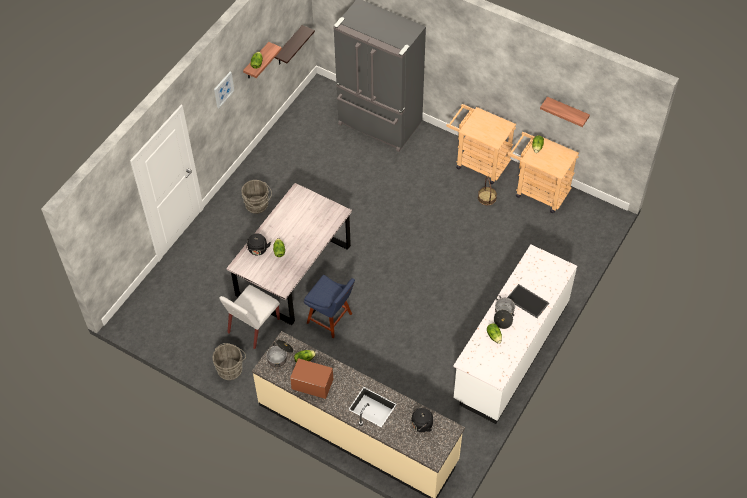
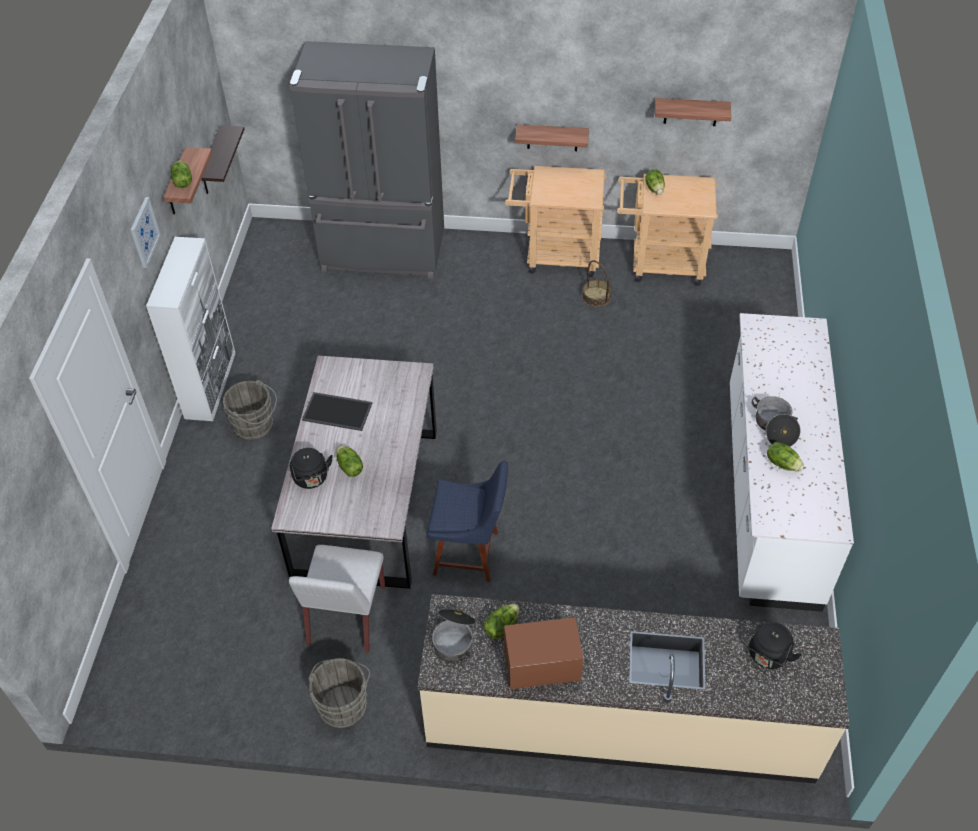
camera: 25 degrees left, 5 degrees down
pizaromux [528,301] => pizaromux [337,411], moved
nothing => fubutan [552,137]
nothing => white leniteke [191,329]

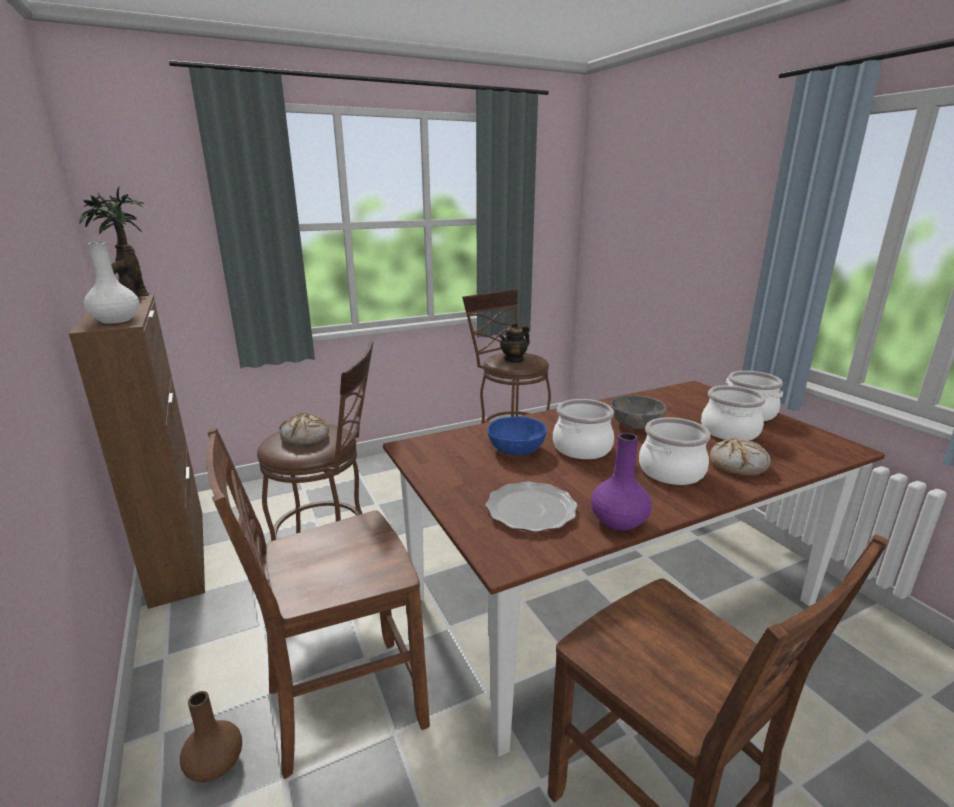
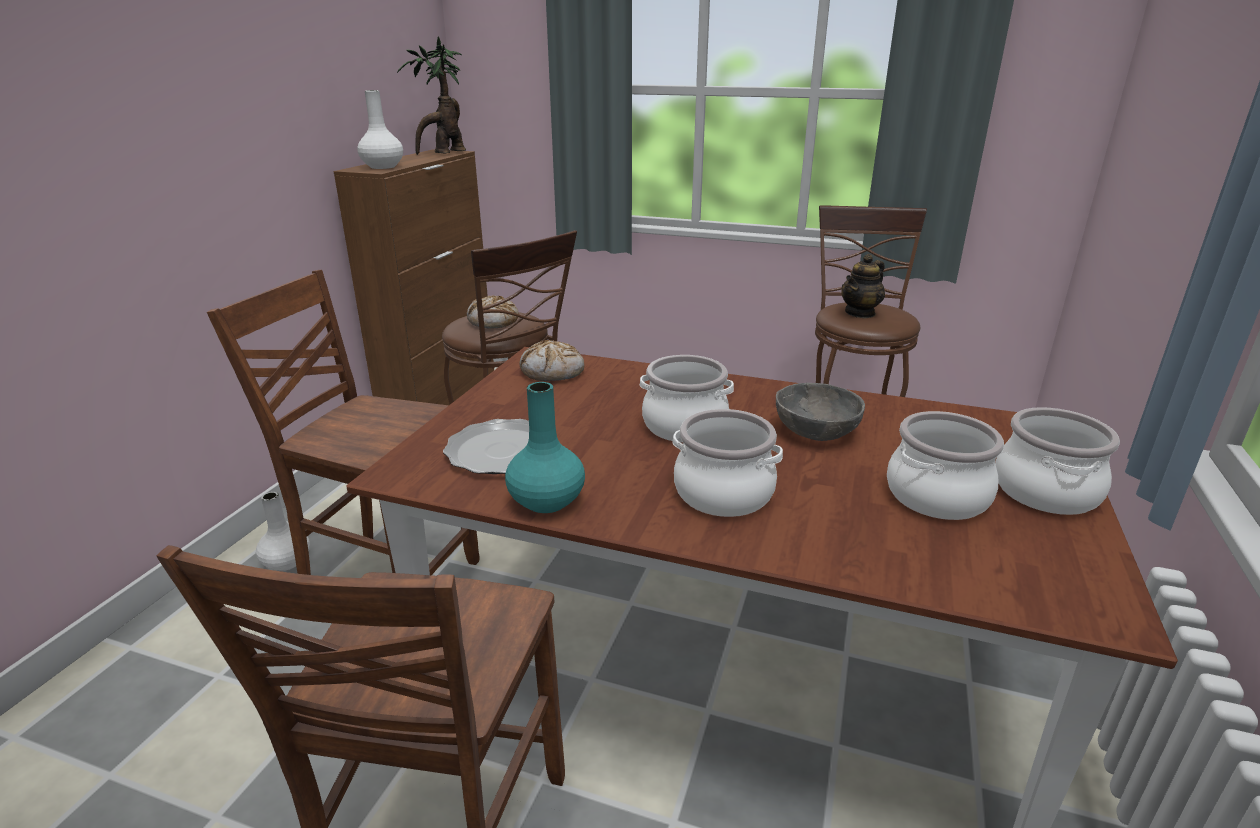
camera: 45 degrees right, 5 degrees up
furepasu [514,342] => furepasu [863,286], 45 degrees counterclockwise
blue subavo [517,435] => nothing
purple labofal [621,482] => turquoise labofal [545,447]
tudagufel [740,457] => tudagufel [552,360], moved
brown labofal [211,736] => white labofal [283,531]

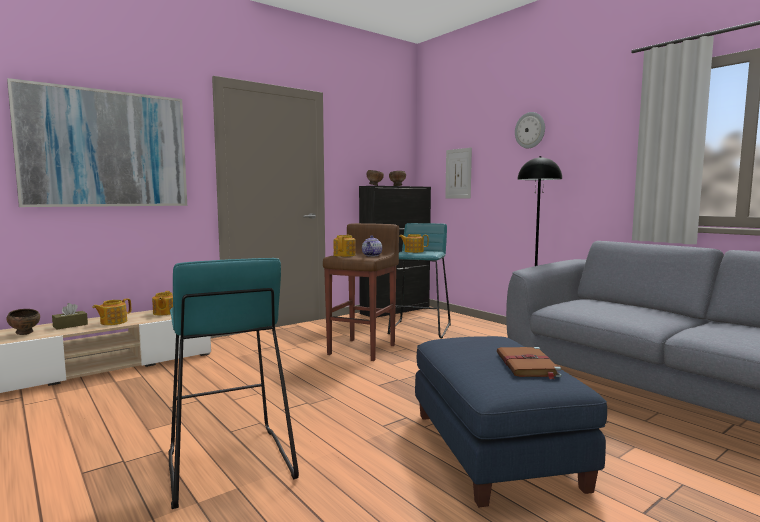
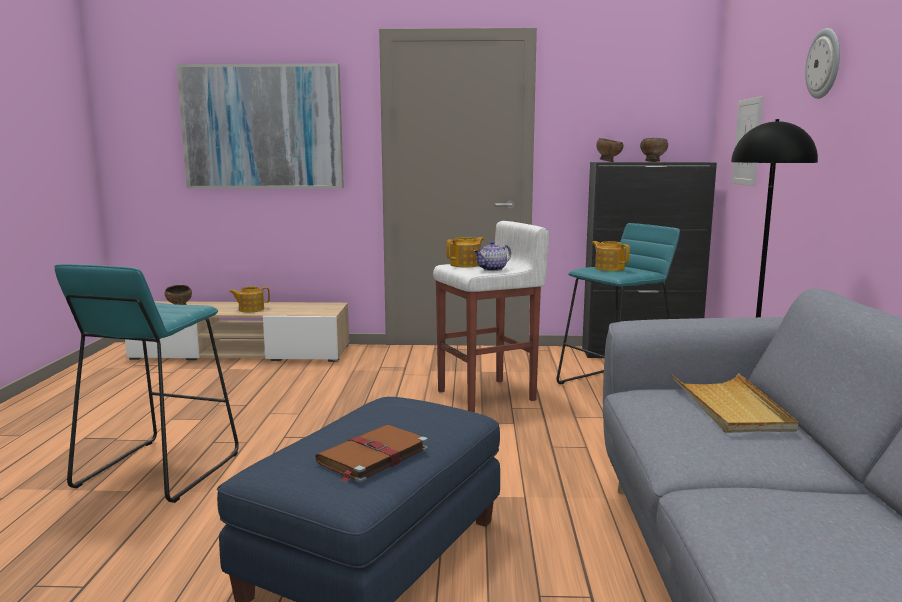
camera: 40 degrees right, 5 degrees up
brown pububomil [361,292] => white pububomil [491,316]
furepasu [162,303] => nothing
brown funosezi [70,316] => nothing
nothing => beige pizaromux [734,403]

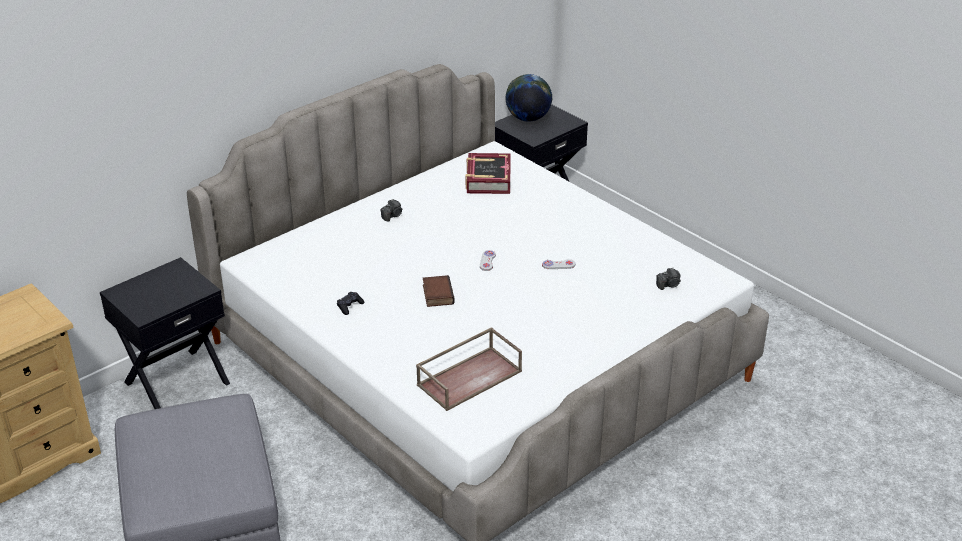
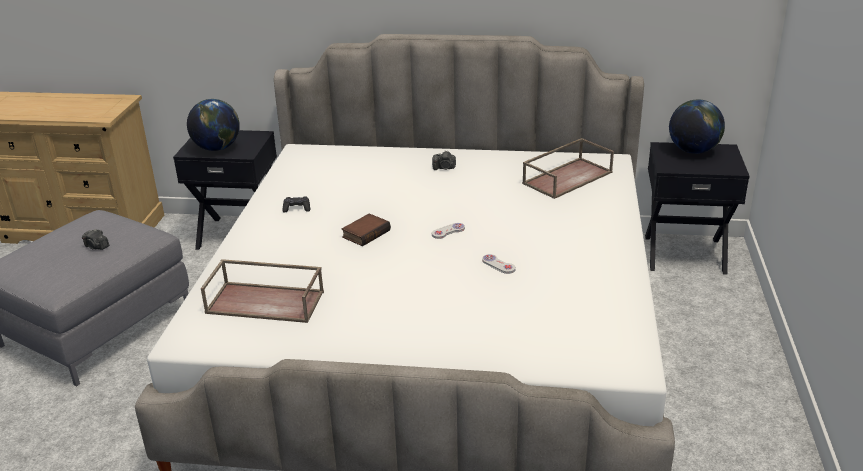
camera: 50 degrees right, 5 degrees down
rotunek [488,173] => brown pizaromux [568,168]
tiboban [668,279] => tiboban [95,239], moved
nothing => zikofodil [213,125]

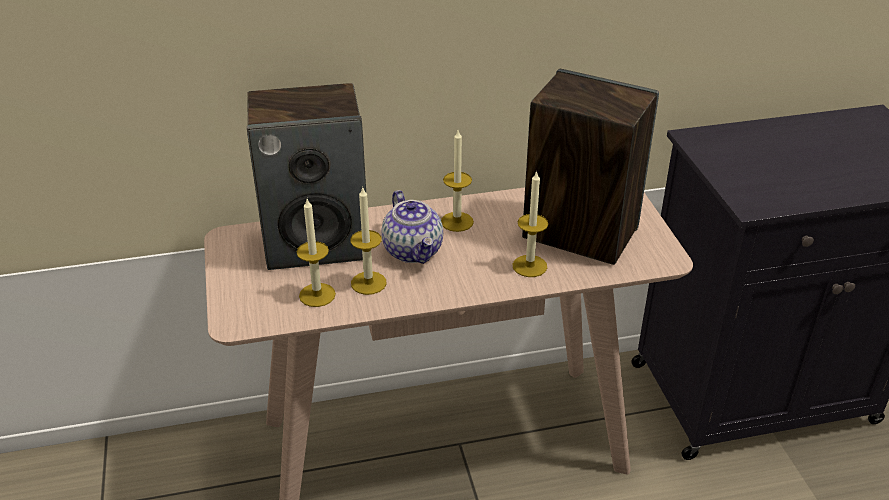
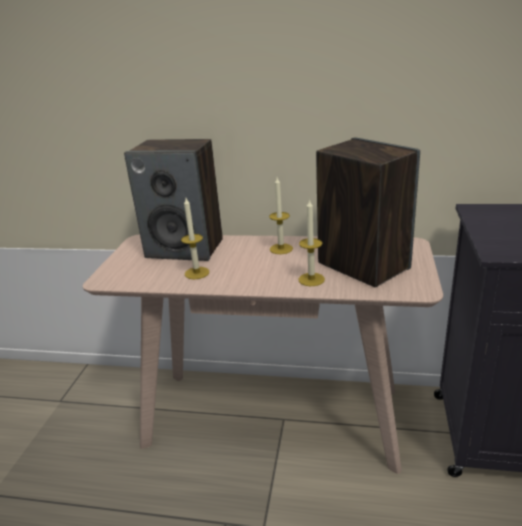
camera: 25 degrees right, 10 degrees down
furepasu [412,227] => nothing
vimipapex [316,253] => nothing

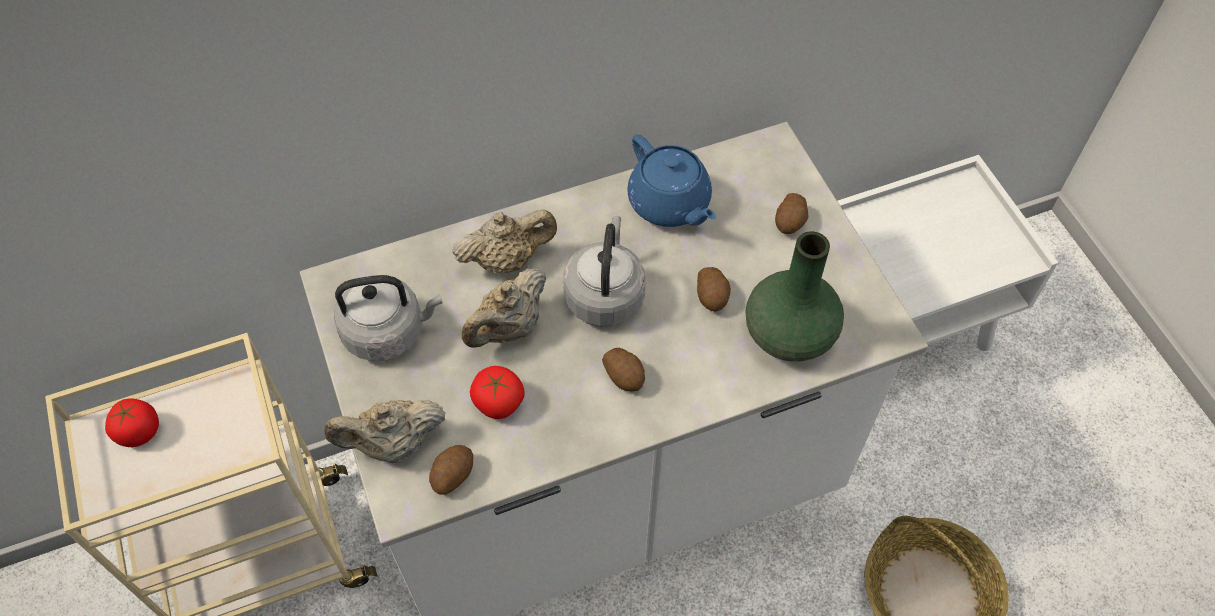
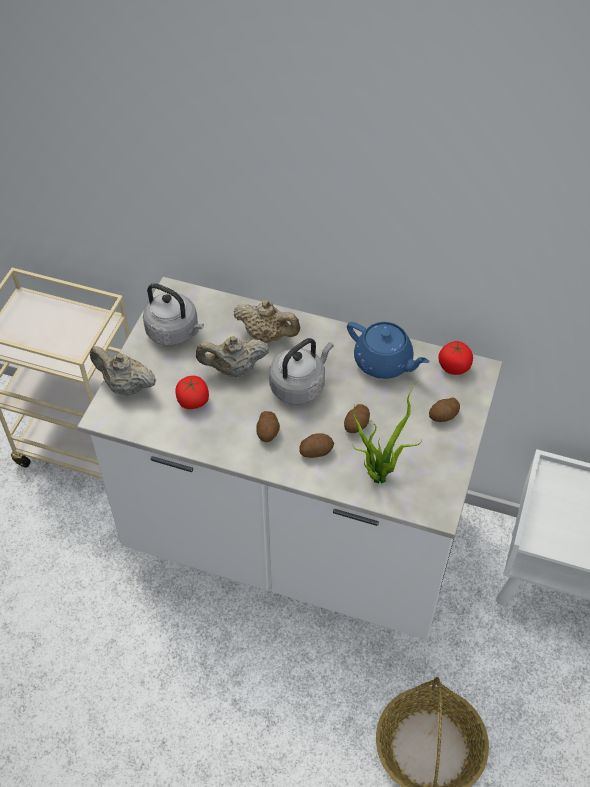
camera: 40 degrees right, 5 degrees down
blue furepasu [671,181] => blue furepasu [388,350], 60 degrees counterclockwise
green labofal [794,296] => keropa [387,432]
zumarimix [132,422] => zumarimix [455,358], moved
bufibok [451,469] => bufibok [316,445], moved

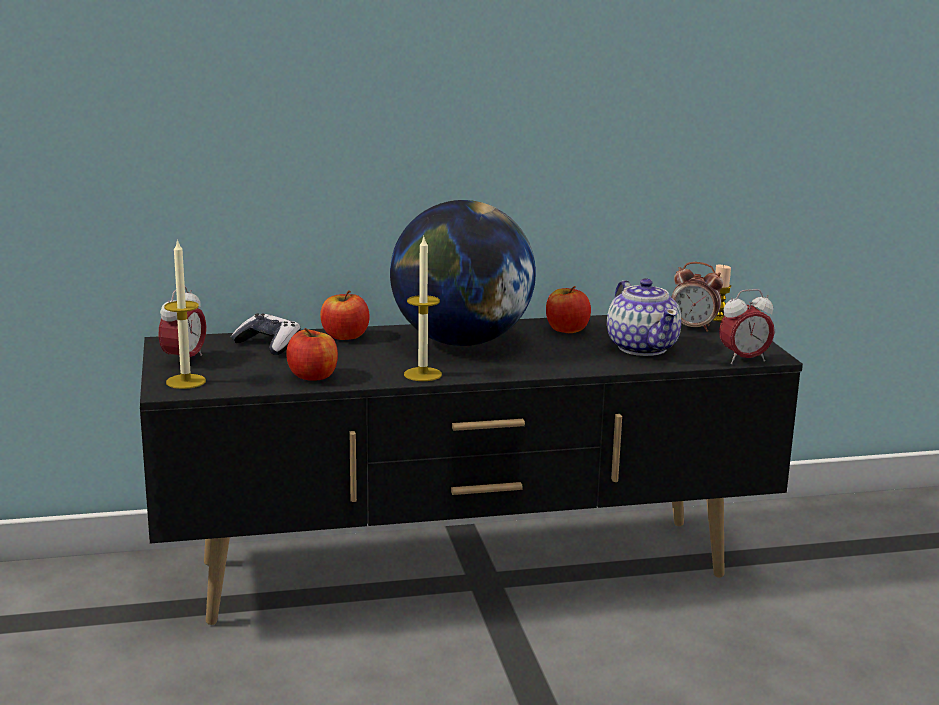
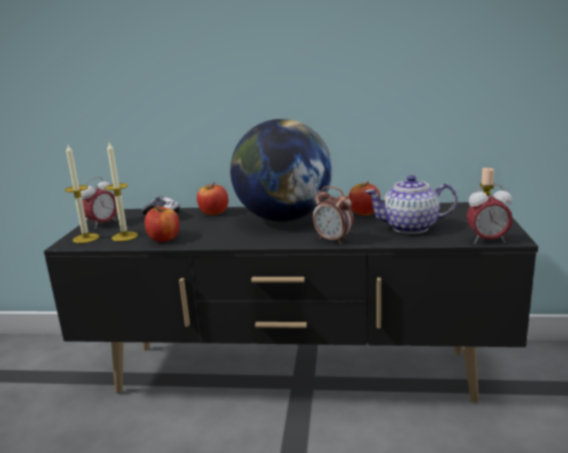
camera: 20 degrees right, 0 degrees up
vimipapex [423,309] => vimipapex [121,192], moved
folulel [697,297] => folulel [333,215], moved
furepasu [644,317] => furepasu [411,204], 90 degrees clockwise

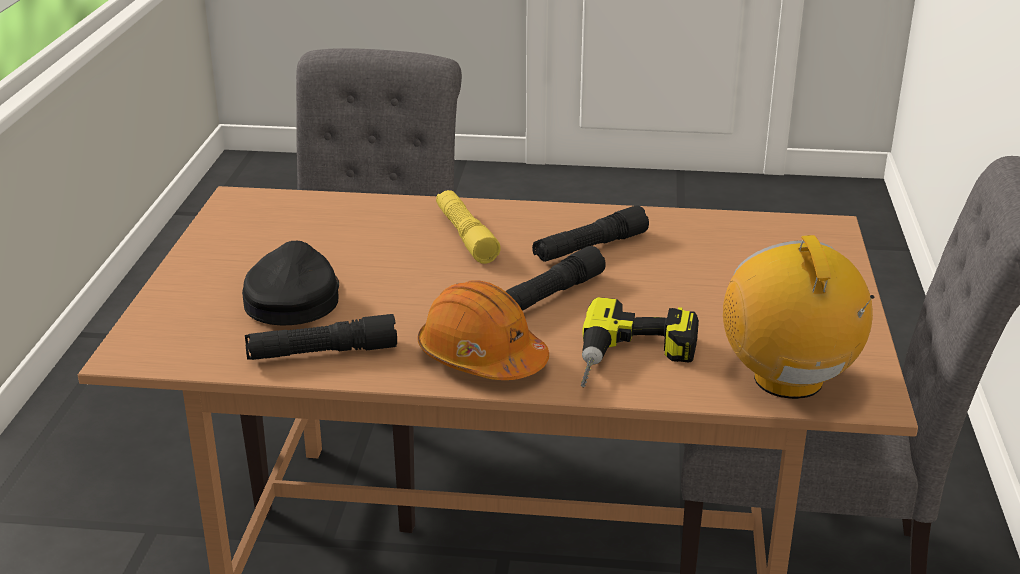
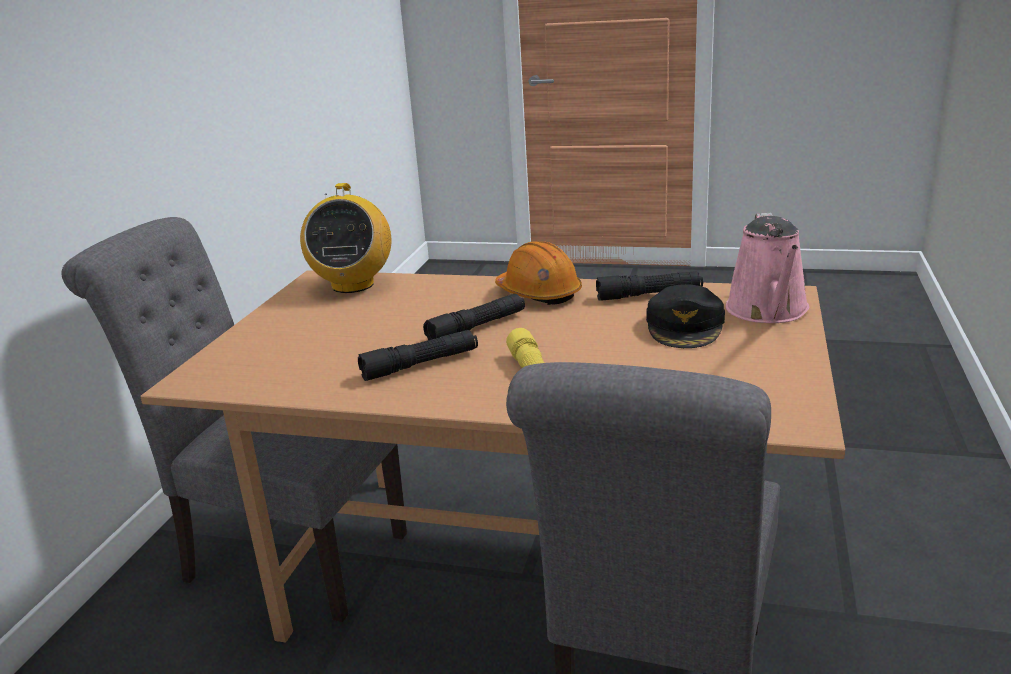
camera: 170 degrees left, 5 degrees down
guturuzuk [639,342] => nothing
nothing => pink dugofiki [767,268]

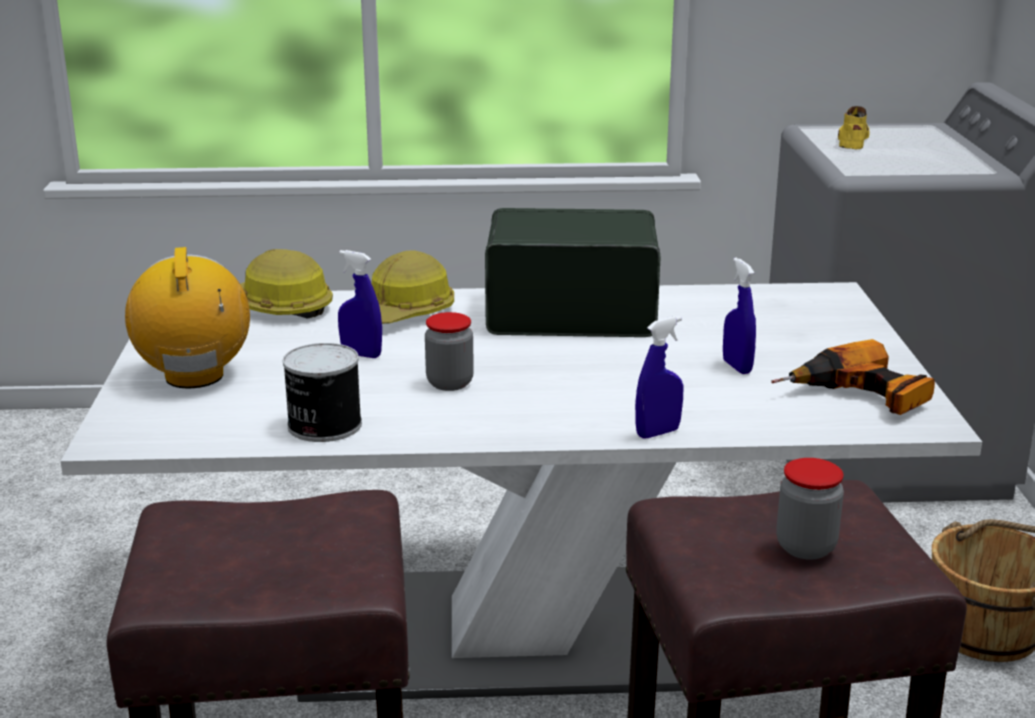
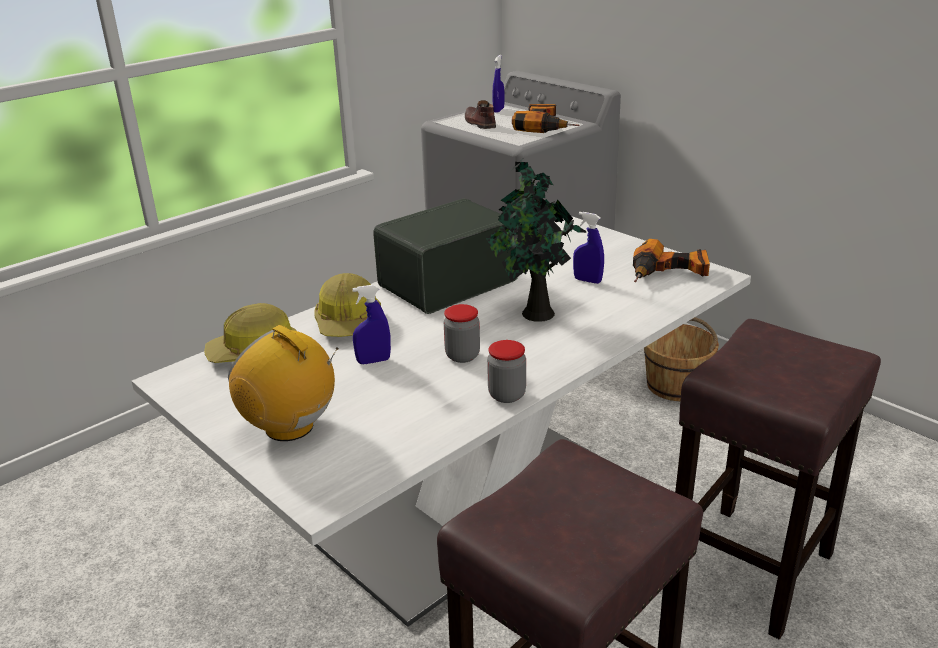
camera: 40 degrees left, 5 degrees up
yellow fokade [853,127] => brown fokade [480,114]
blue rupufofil [659,377] => blue rupufofil [498,84], moved
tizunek [322,392] => nothing
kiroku [810,509] => kiroku [506,371], moved
nothing => guturuzuk [546,118]
nothing => keropa [536,240]

